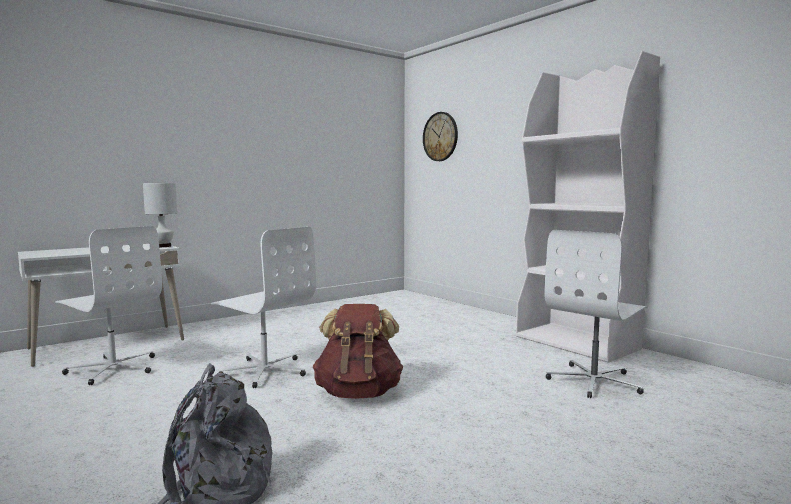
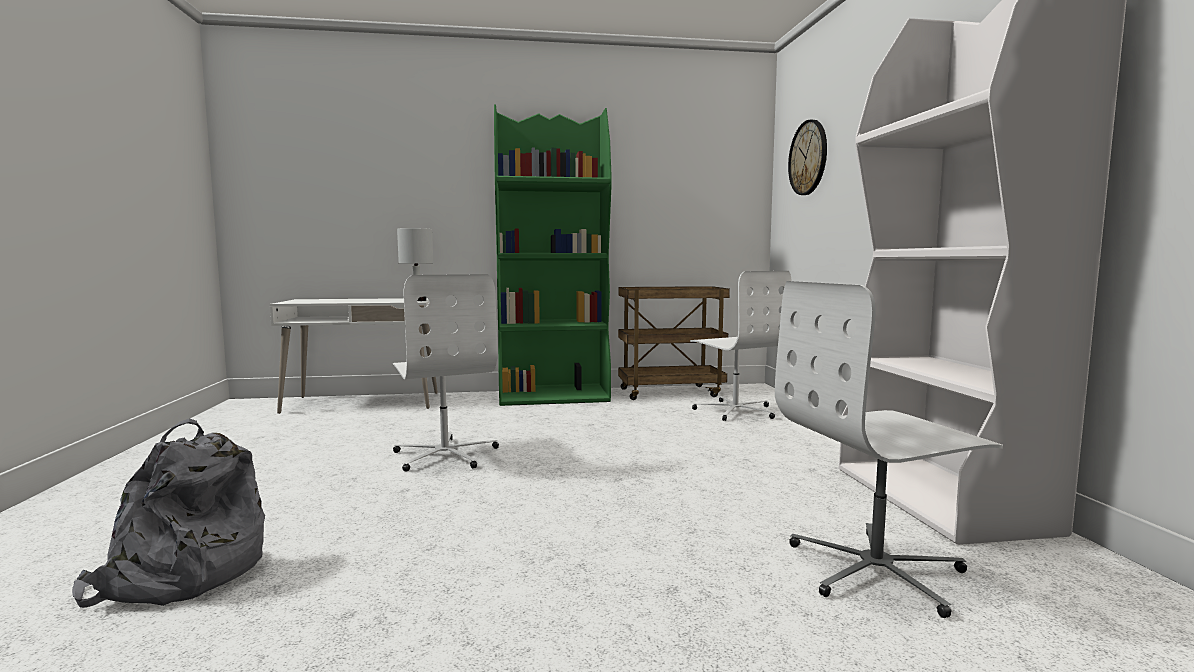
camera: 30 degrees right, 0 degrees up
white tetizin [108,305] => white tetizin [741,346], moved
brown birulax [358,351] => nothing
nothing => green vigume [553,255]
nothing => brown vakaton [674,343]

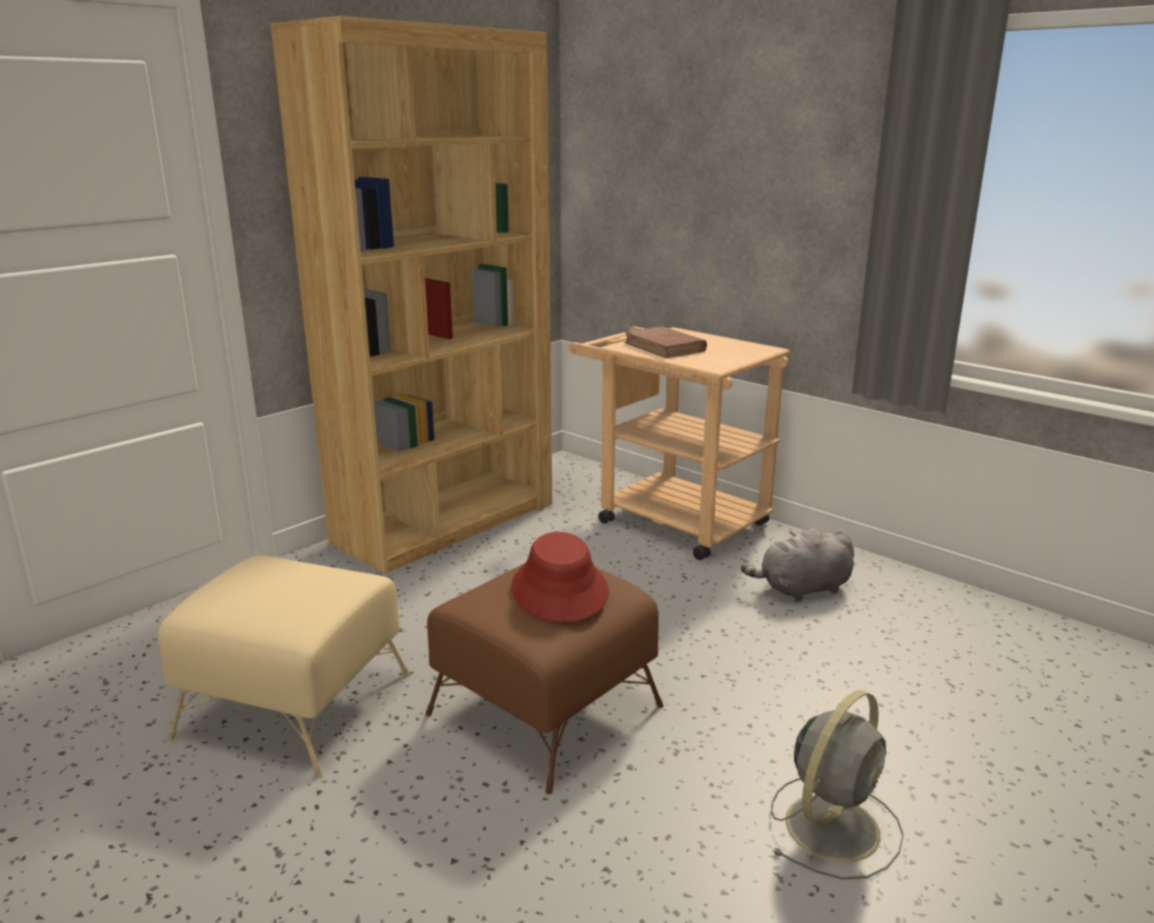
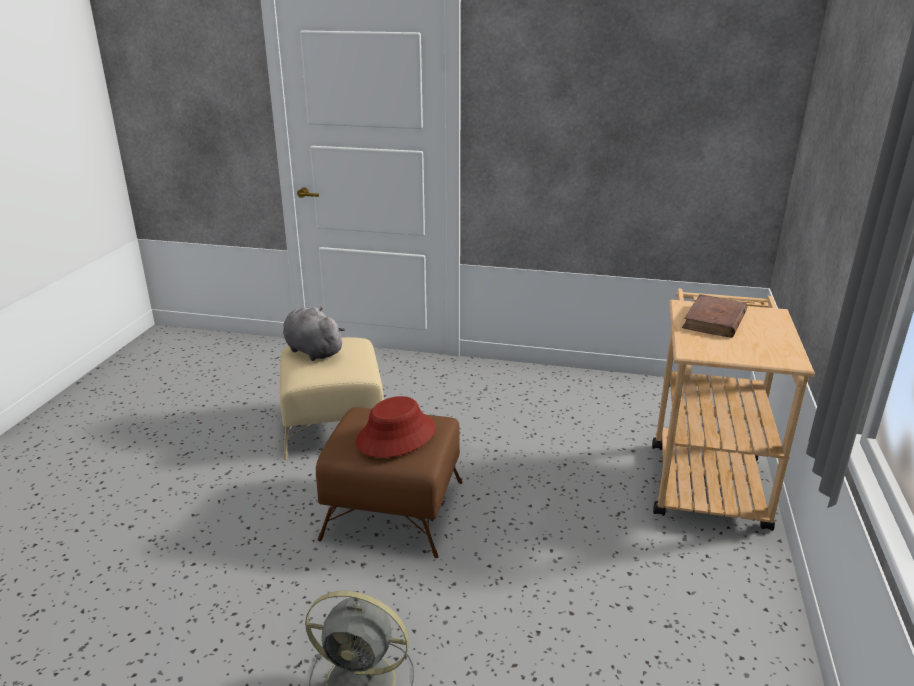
camera: 60 degrees right, 5 degrees up
brown vigume [411,295] => nothing
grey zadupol [797,565] => grey zadupol [314,334], moved

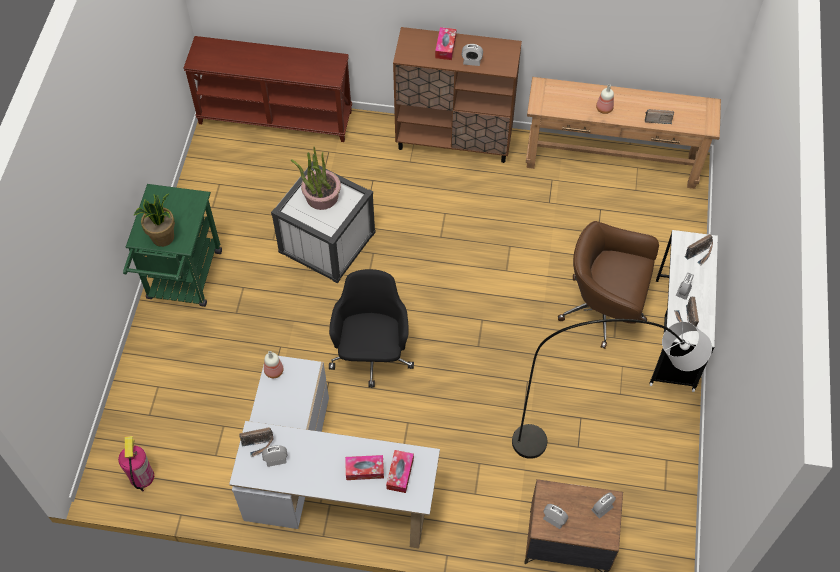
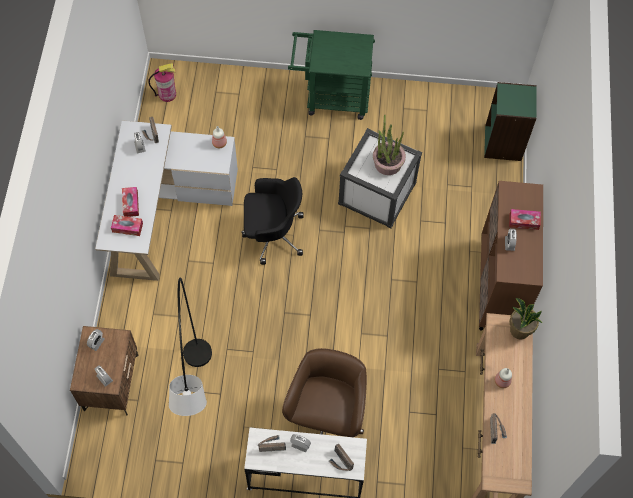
camera: 85 degrees right, 5 degrees up
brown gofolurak [267,89] => green vigume [510,121]
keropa [154,220] => keropa [525,318], moved

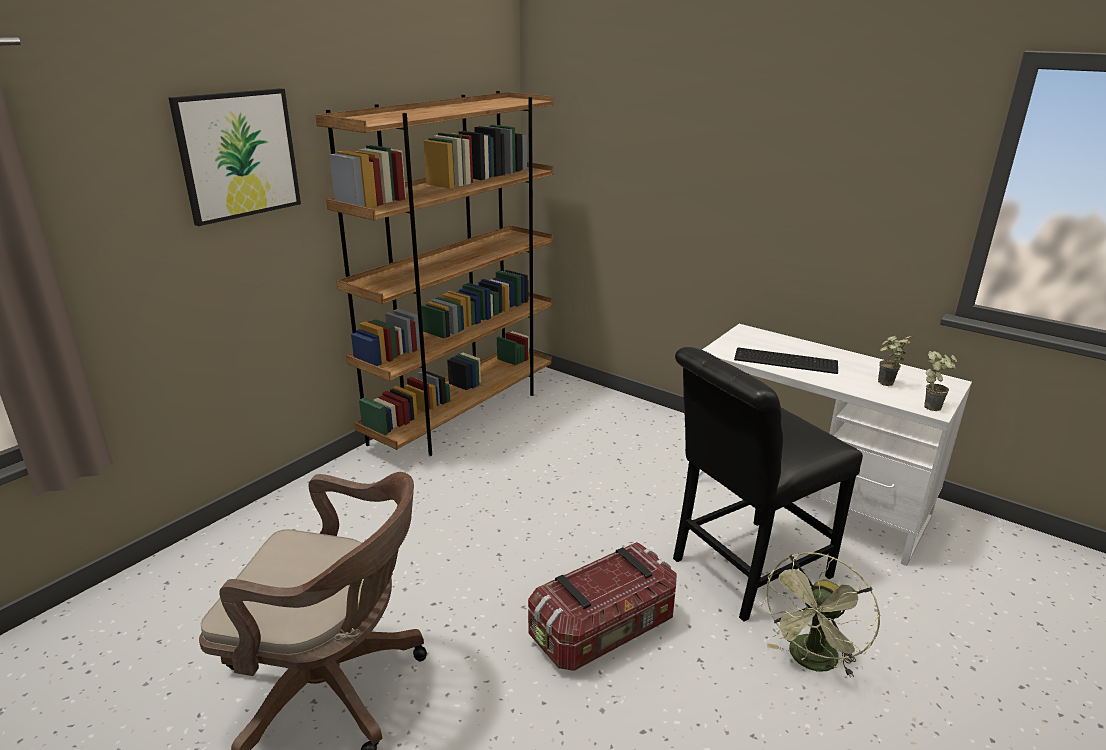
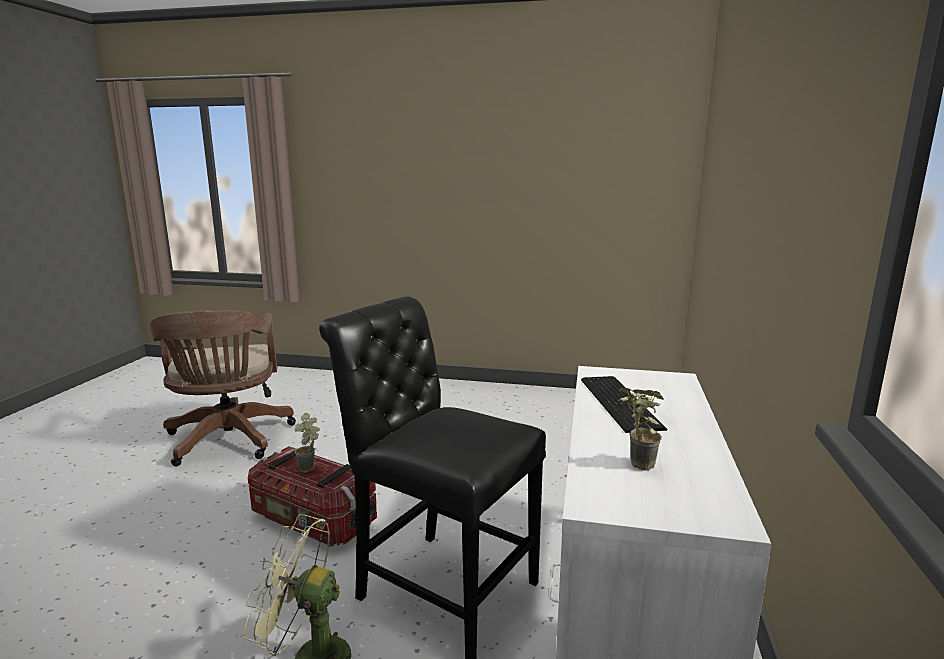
camera: 65 degrees right, 10 degrees down
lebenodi [234,157] => nothing
brown vigume [435,273] => nothing
keropa [940,381] => keropa [307,443], moved

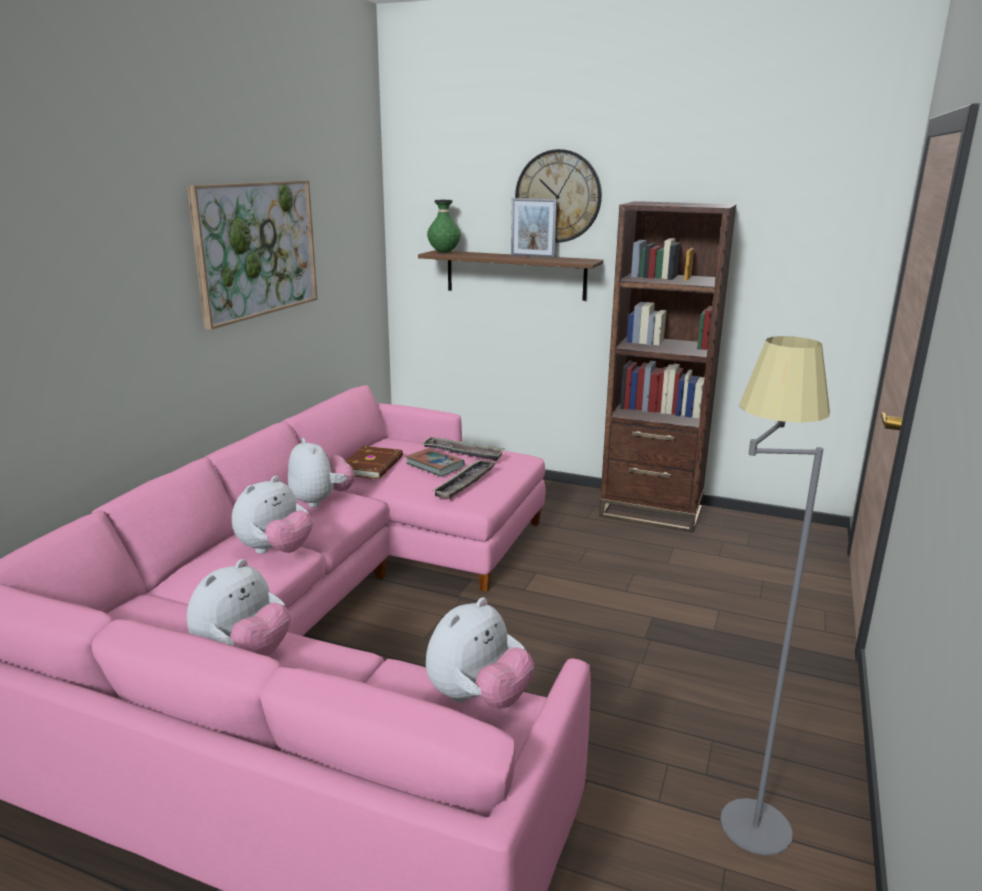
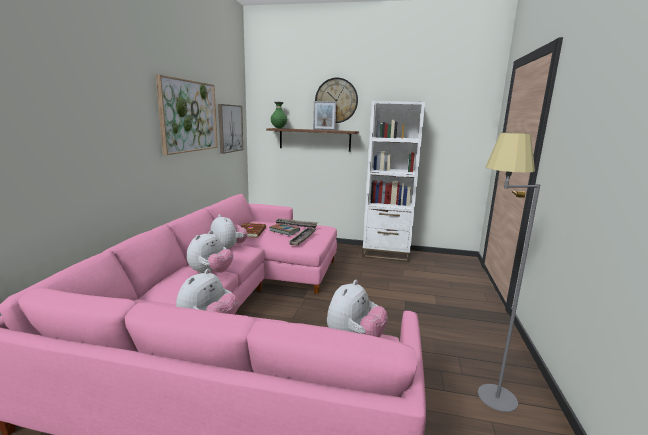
camera: 10 degrees left, 5 degrees down
brown vigume [668,367] => white vigume [393,181]
nothing => lebenodi [230,129]

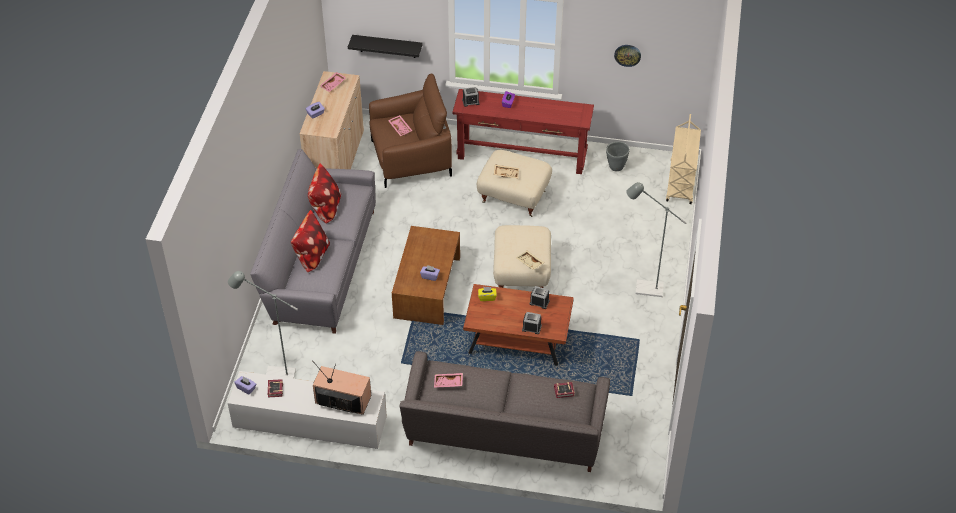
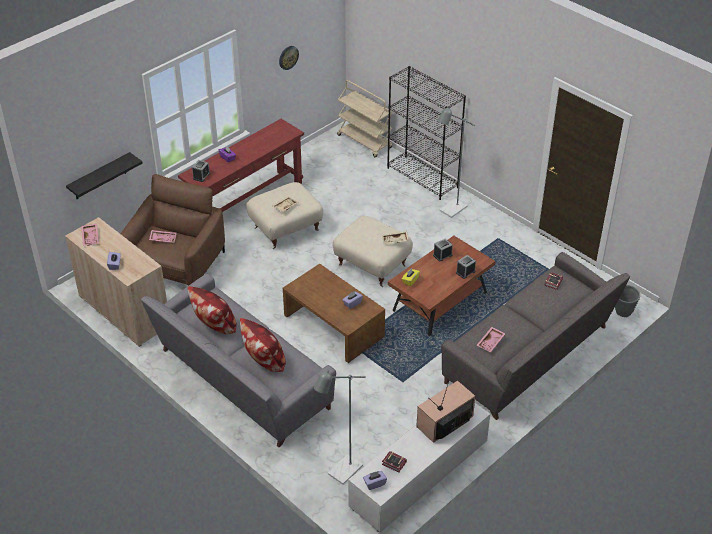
camera: 55 degrees left, 5 degrees down
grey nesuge [618,156] => grey nesuge [627,301], moved
nothing => black vigume [426,133]

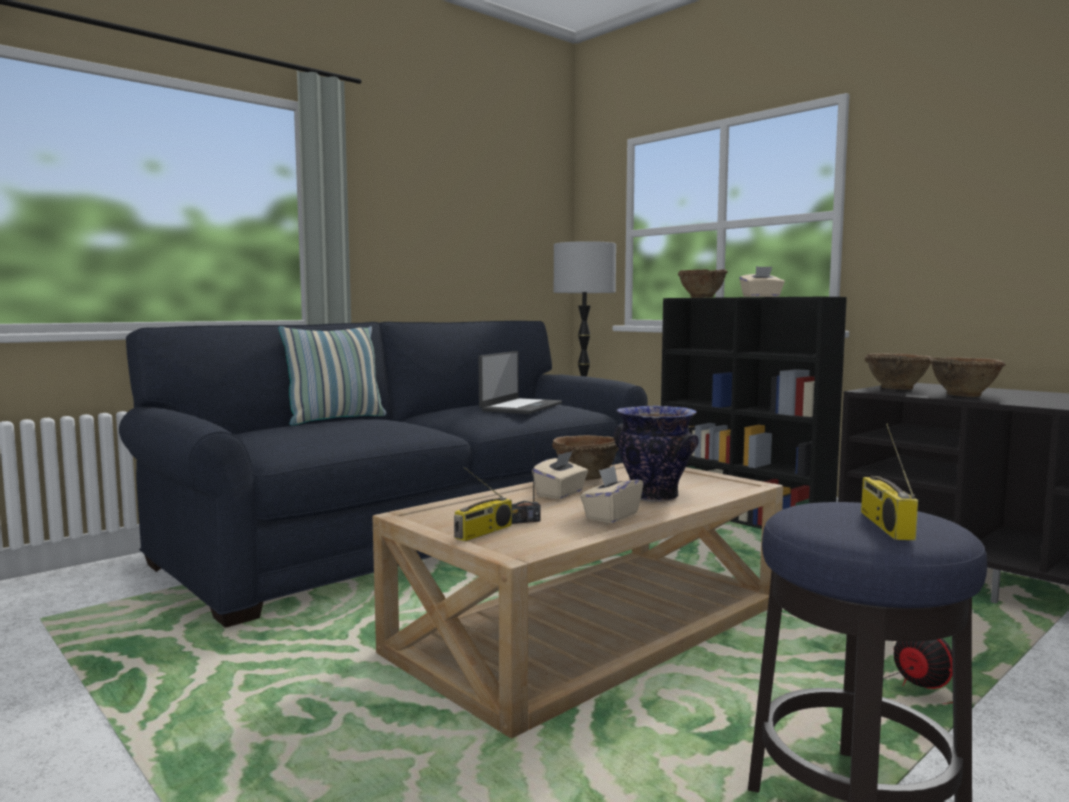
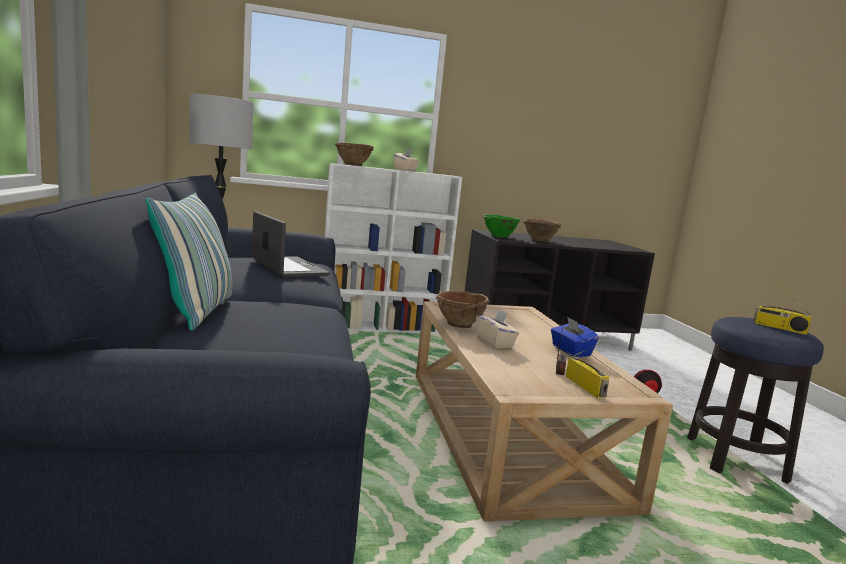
camera: 60 degrees left, 5 degrees up
black vigume [754,413] => white vigume [393,248]
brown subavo [898,371] => green subavo [502,226]
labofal [656,453] => nothing
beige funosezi [611,494] => blue funosezi [575,337]

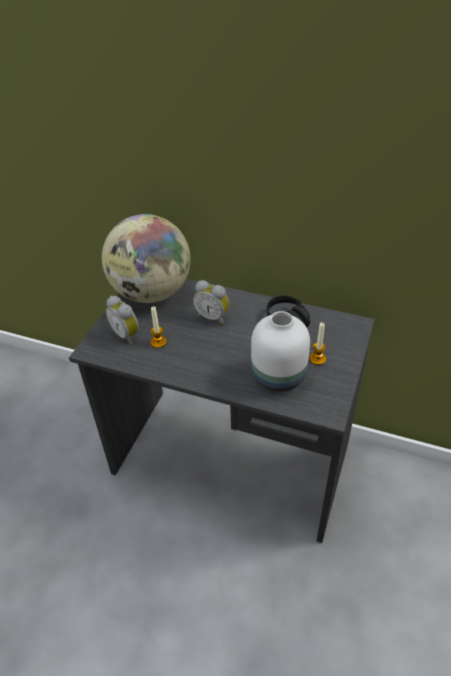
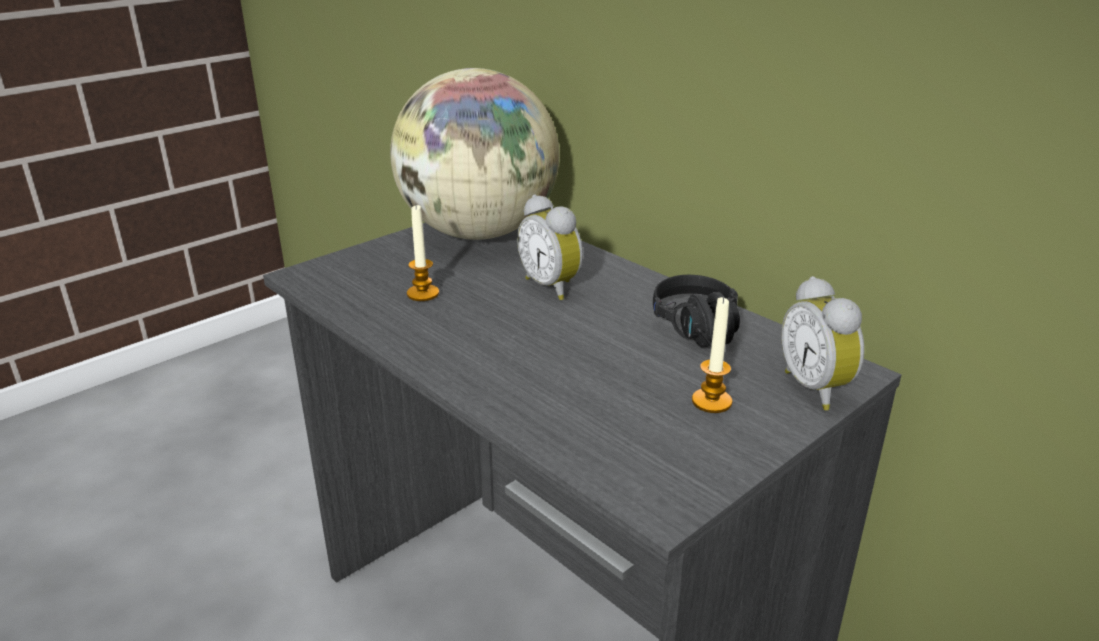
camera: 25 degrees right, 15 degrees down
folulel [122,320] => folulel [822,343], moved
white labofal [280,351] => nothing

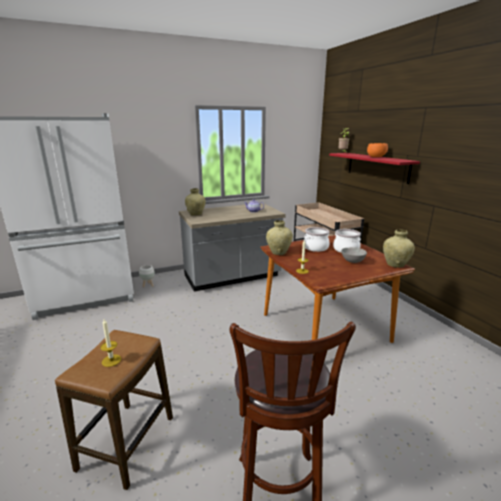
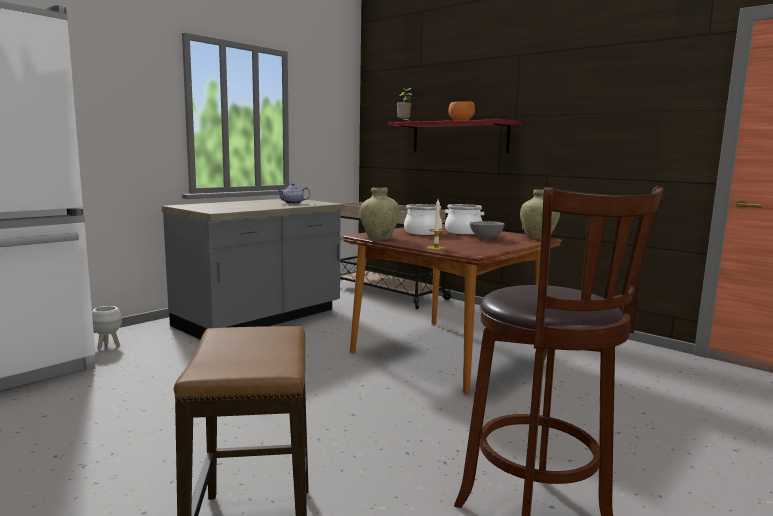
camera: 25 degrees left, 10 degrees down
beige labofal [195,202] => nothing
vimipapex [110,343] => nothing

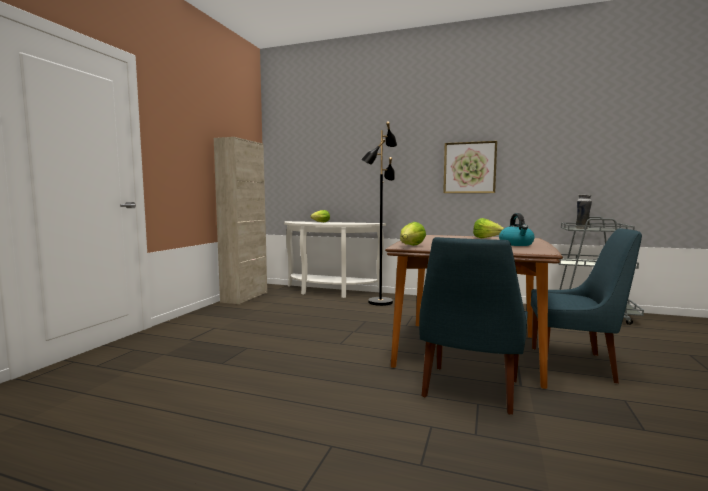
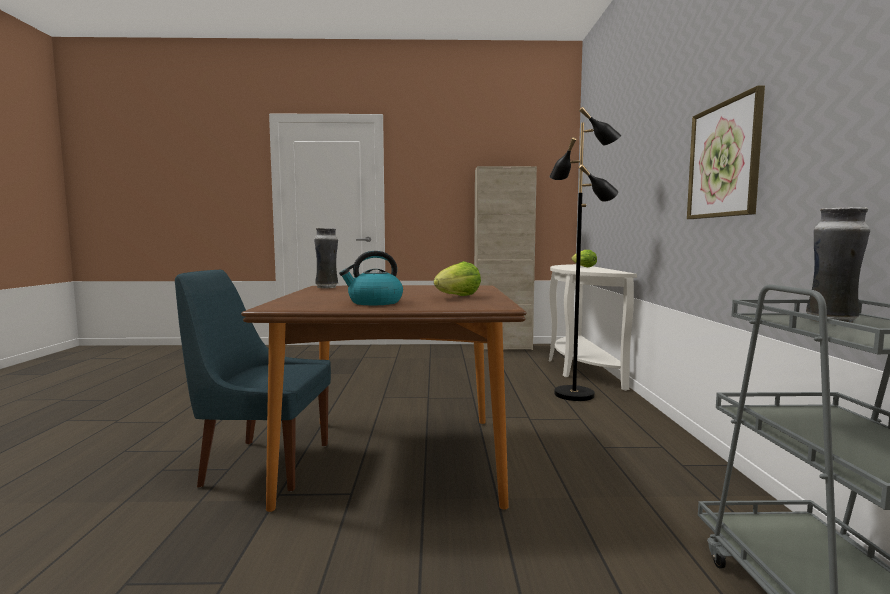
camera: 70 degrees right, 0 degrees up
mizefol [413,234] => labofal [326,258]
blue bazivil [586,306] => nothing

